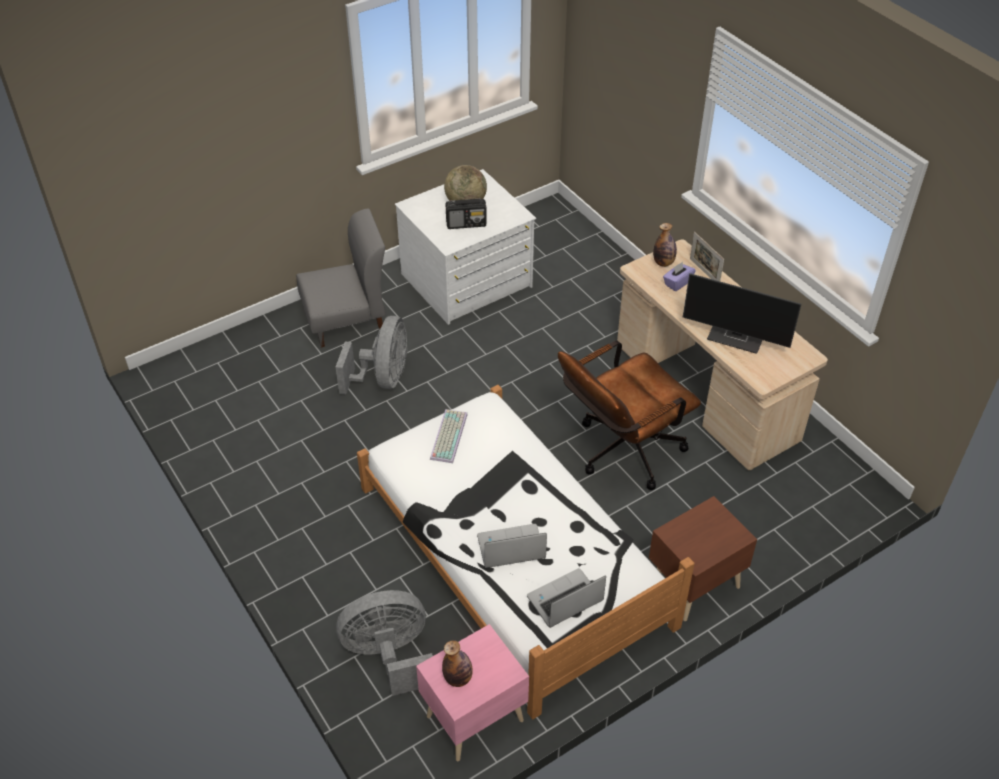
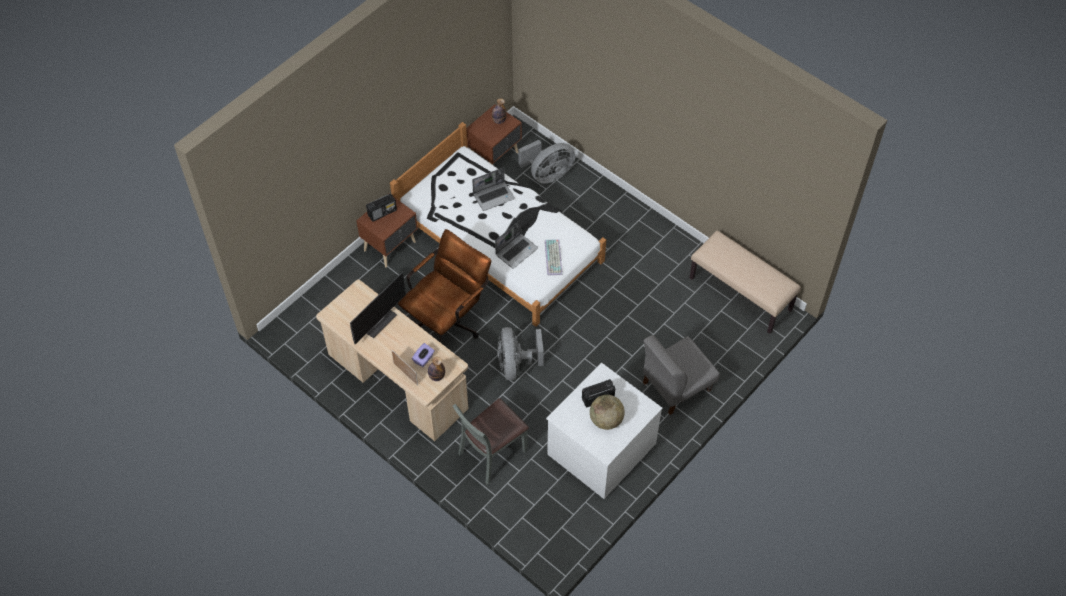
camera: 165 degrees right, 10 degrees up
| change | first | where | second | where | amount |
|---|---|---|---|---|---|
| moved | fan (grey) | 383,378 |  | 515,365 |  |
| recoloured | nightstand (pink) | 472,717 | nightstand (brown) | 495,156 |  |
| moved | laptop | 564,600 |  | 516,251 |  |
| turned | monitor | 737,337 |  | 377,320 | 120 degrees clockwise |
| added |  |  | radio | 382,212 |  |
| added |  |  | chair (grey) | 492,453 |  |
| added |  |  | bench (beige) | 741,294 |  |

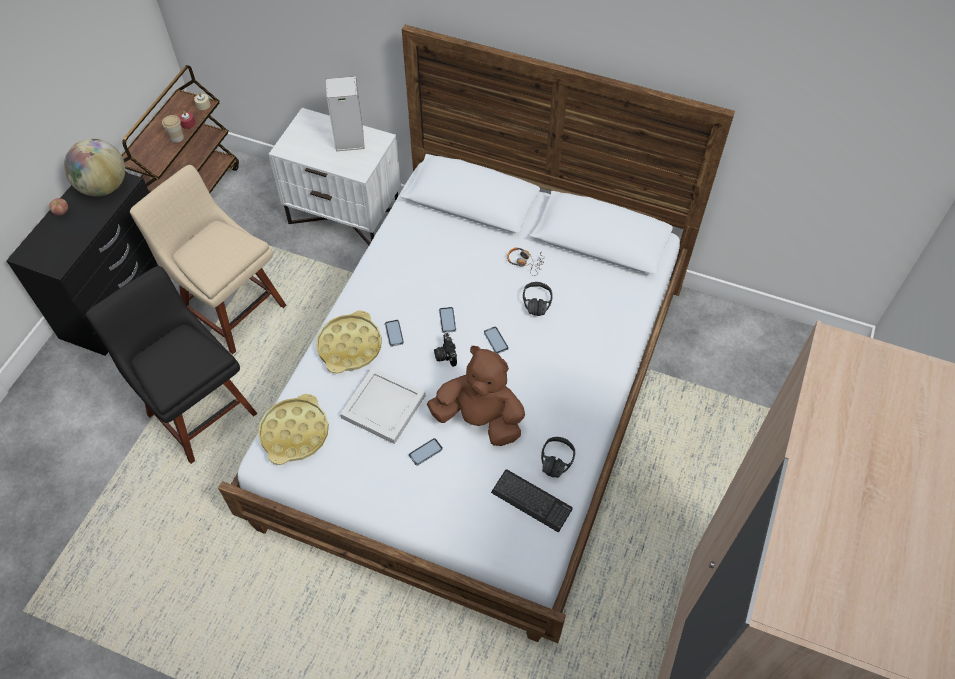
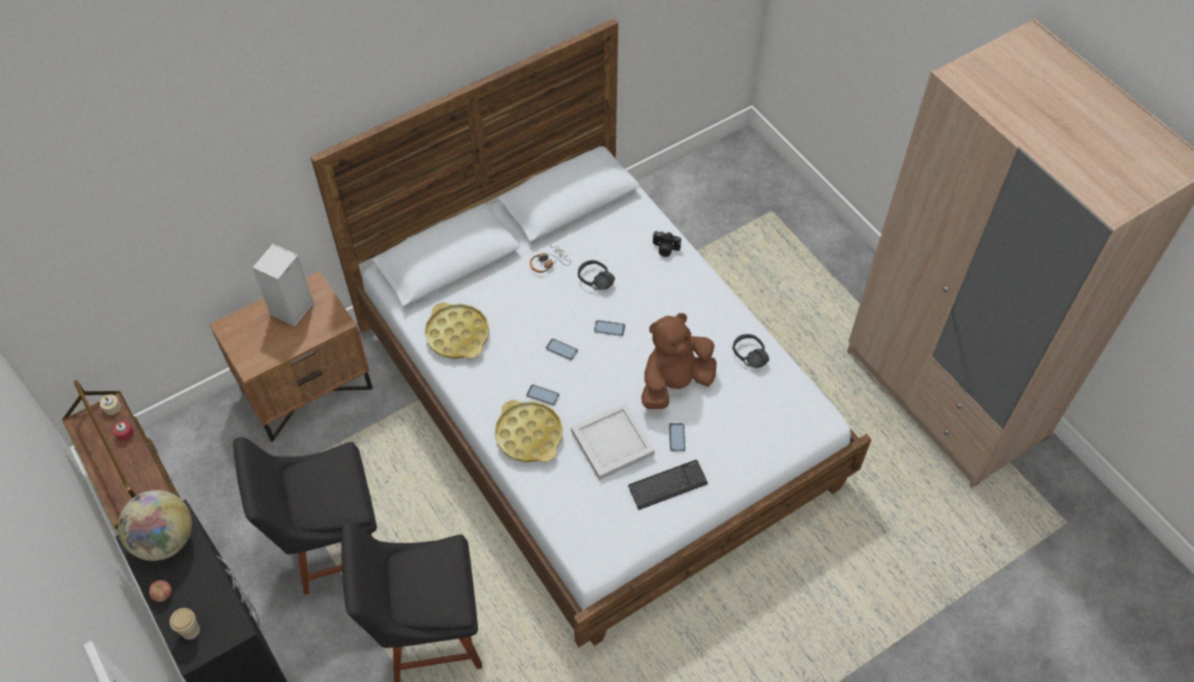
camera: 55 degrees left, 0 degrees up
| change | first | where | second | where | amount |
|---|---|---|---|---|---|
| recoloured | chair (beige) | 231,309 | chair (black) | 331,545 |  |
| moved | cup | 177,137 |  | 190,630 |  |
| moved | tray (yellow) | 295,433 |  | 457,335 |  |
| recoloured | nightstand (white) | 345,215 | nightstand (brown) | 307,388 |  |
| moved | photo camera | 445,355 |  | 665,249 |  |
| moved | keyboard | 531,501 |  | 667,485 |  |

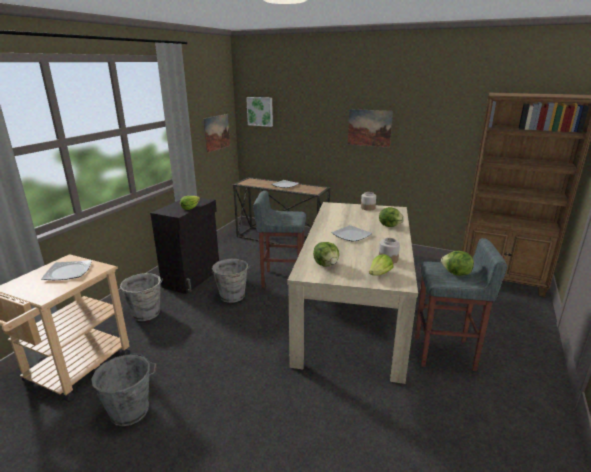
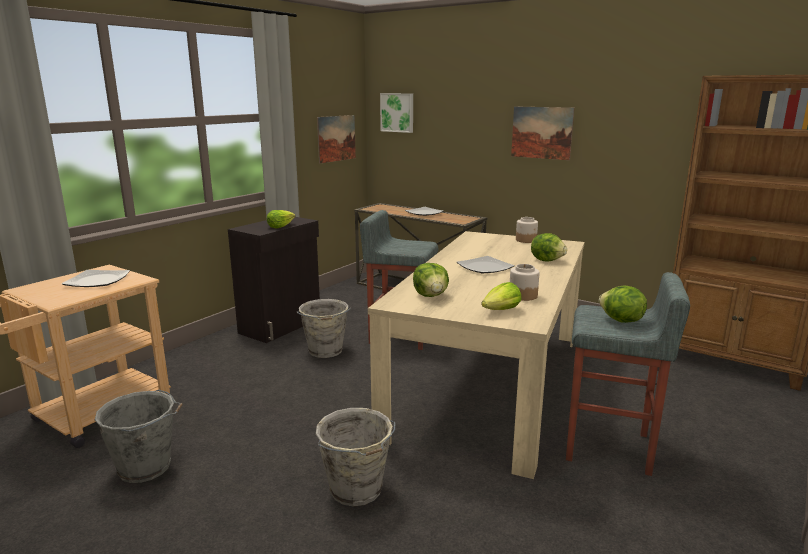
camera: 10 degrees right, 5 degrees down
| change | first | where | second | where | amount |
|---|---|---|---|---|---|
| moved | bucket (grey) | 146,314 |  | 357,490 |  |

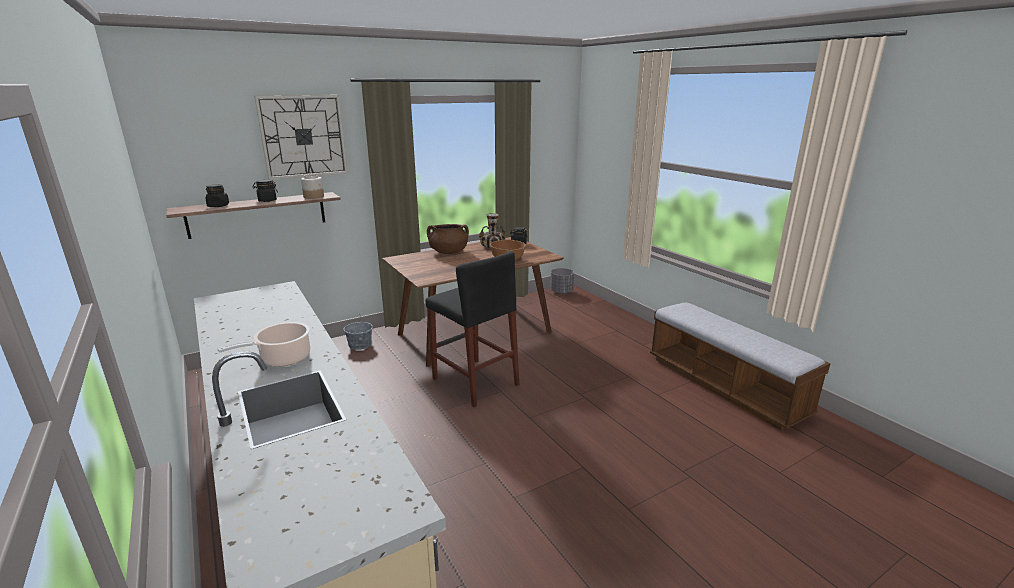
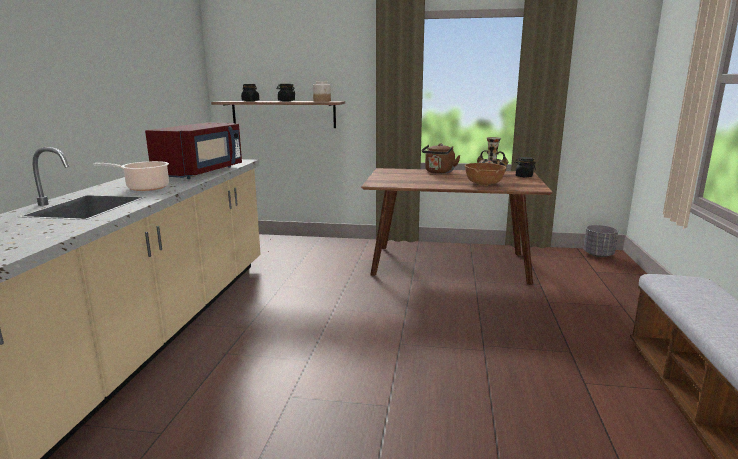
camera: 40 degrees right, 5 degrees down
| change | first | where | second | where | amount |
|---|---|---|---|---|---|
| removed | wall clock | 303,136 |  |  |  |
| removed | bucket (grey) | 360,345 |  |  |  |
| removed | stool (black) | 475,381 |  |  |  |
| replaced | cooking pot (brown) | 448,252 | kettle (brown) | 439,172 |  |
| added |  |  | microwave (red) | 202,172 |  |

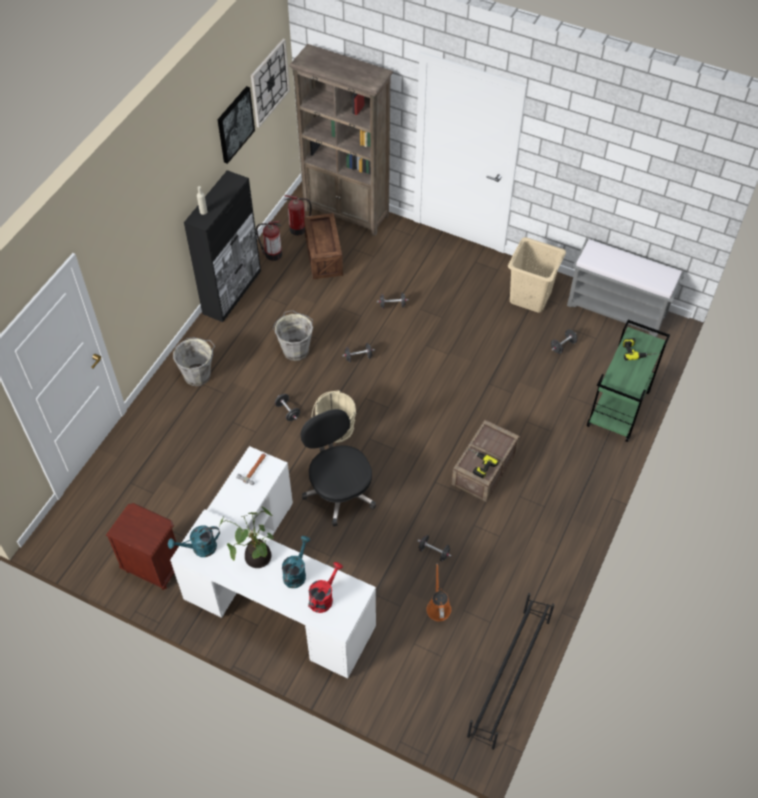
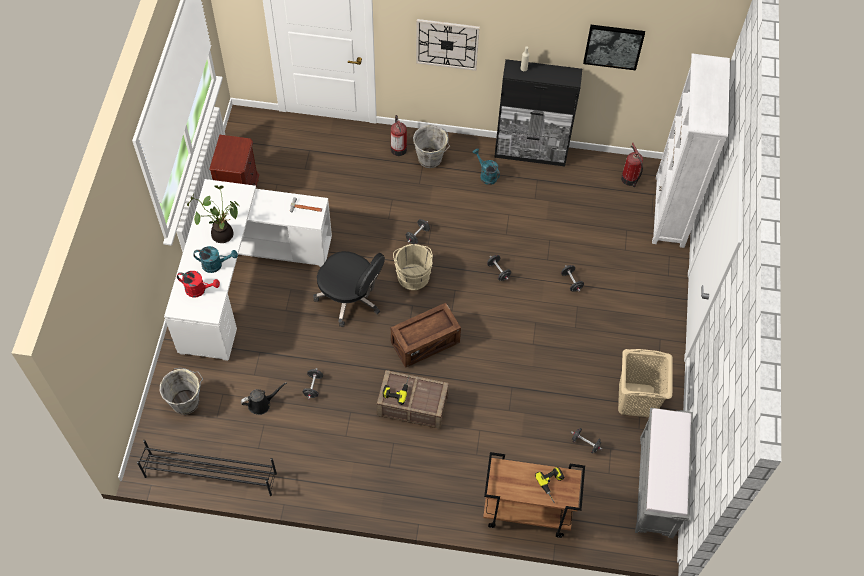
camera: 70 degrees right, 5 degrees up
| change | first | where | second | where | amount |
|---|---|---|---|---|---|
| moved | watering can (turquoise) | 200,549 |  | 486,175 |  |
| moved | wall clock | 269,83 |  | 447,44 |  |
| moved | fire extinguisher | 272,254 |  | 398,148 |  |
| moved | bucket (grey) | 295,349 |  | 186,402 |  |
| recoloured | bookcase (brown) | 346,213 | bookcase (white) | 669,211 |  |
| turned | office chair (black) | 339,491 |  | 350,298 | 75 degrees clockwise |
| moved | crate | 324,256 |  | 425,343 |  |
| recoloured | watering can (orange) | 438,606 | watering can (black) | 261,403 |  |
| recoloured | cart (green) | 618,409 | cart (brown) | 526,512 |  |

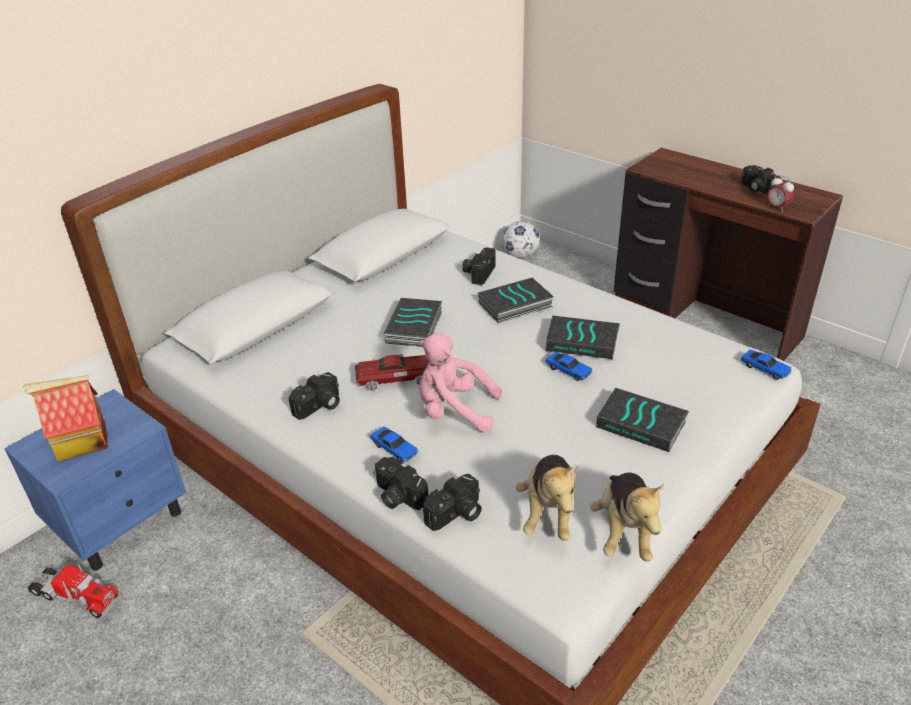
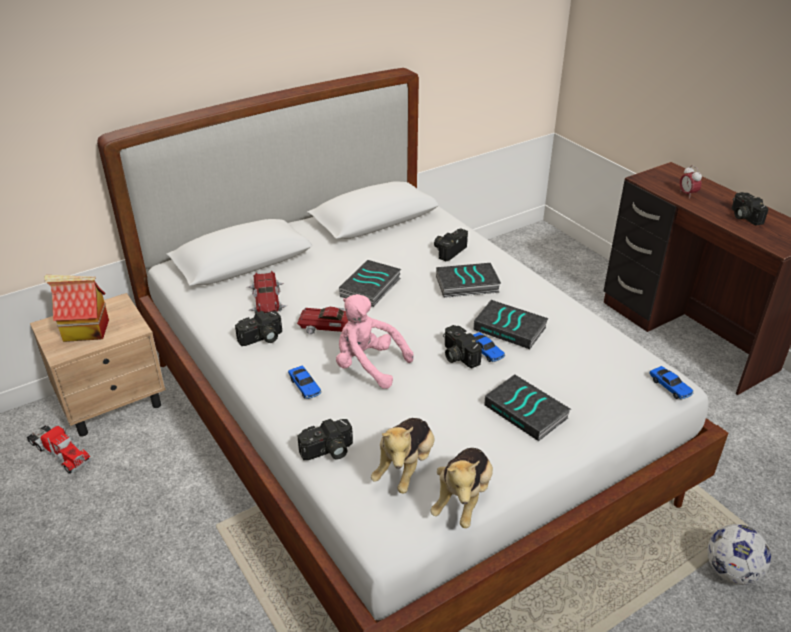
camera: 15 degrees right, 0 degrees up
| change | first | where | second | where | amount |
|---|---|---|---|---|---|
| recoloured | nightstand (blue) | 121,521 | nightstand (beige) | 113,402 |  |
| moved | photo camera | 397,496 |  | 457,356 |  |
| moved | football | 520,256 |  | 731,572 |  |
| moved | alarm clock | 777,208 |  | 687,194 |  |
| added |  |  | toy car | 267,299 |  |

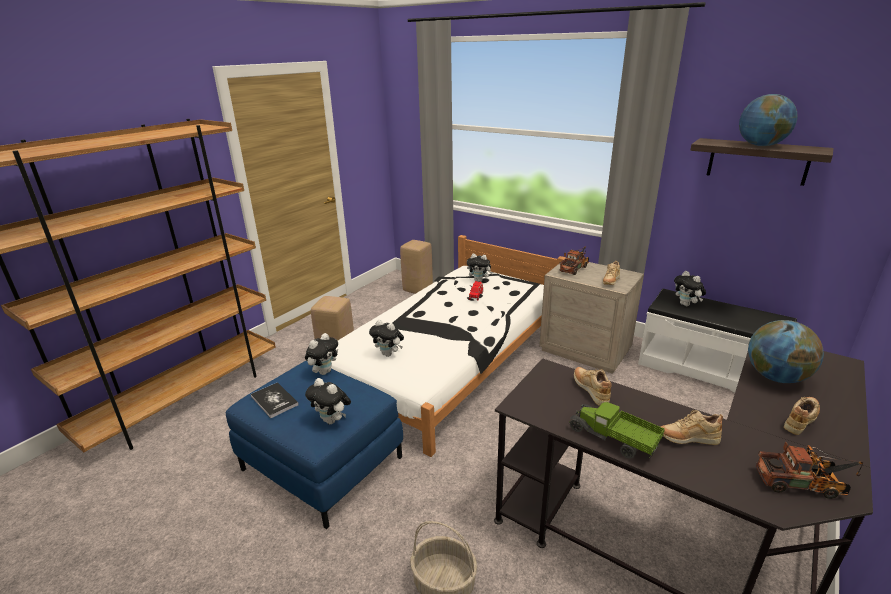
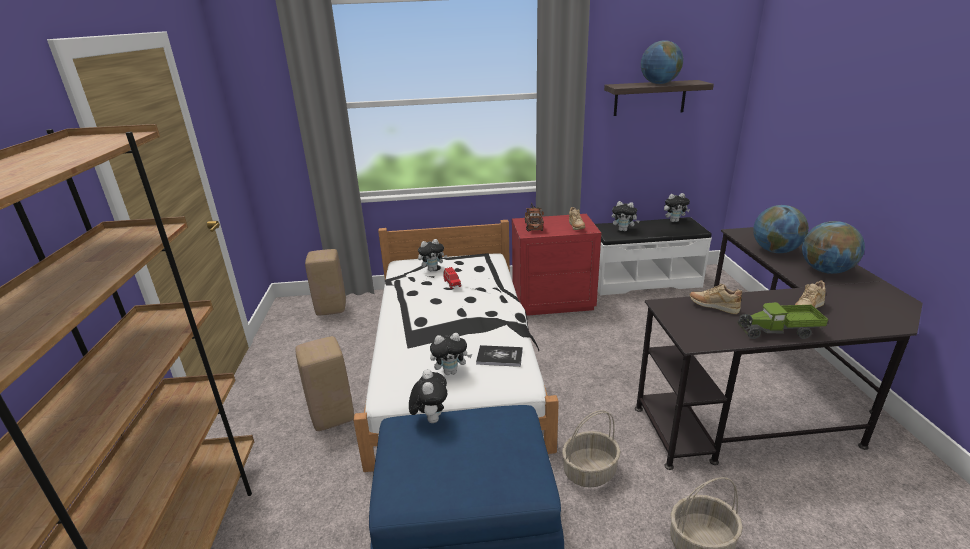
camera: 40 degrees left, 0 degrees up
| change | first | where | second | where | amount |
|---|---|---|---|---|---|
| moved | book | 274,400 |  | 499,357 |  |
| moved | plush toy | 332,420 |  | 674,221 |  |
| recoloured | nightstand (beige) | 585,350 | nightstand (red) | 552,300 |  |
| removed | toy truck | 804,484 |  |  |  |
| replaced | shoe (beige) | 801,421 | globe | 825,270 |  |
| added |  |  | basket | 589,471 |  |

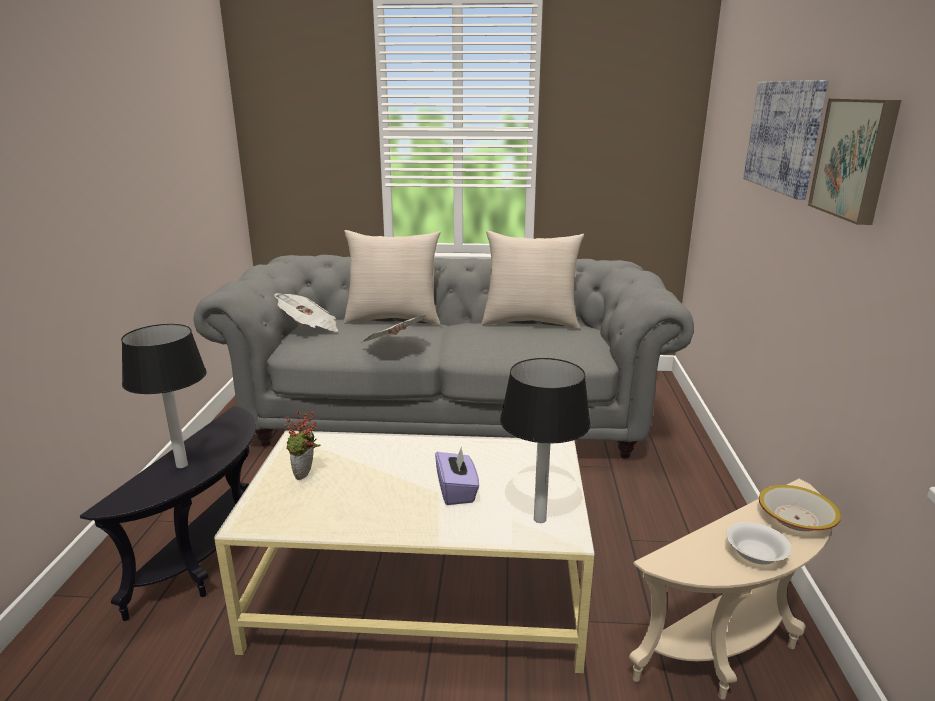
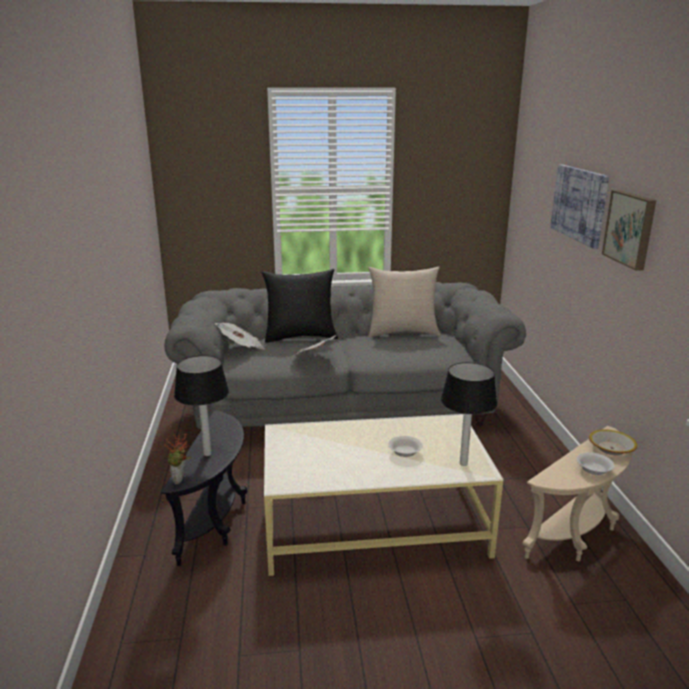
camera: 10 degrees left, 0 degrees up
| change | first | where | second | where | amount |
|---|---|---|---|---|---|
| moved | potted plant | 305,475 |  | 180,480 |  |
| recoloured | pillow (beige) | 393,319 | pillow (black) | 300,336 |  |
| replaced | tissue box (purple) | 457,491 | bowl (white) | 404,452 |  |

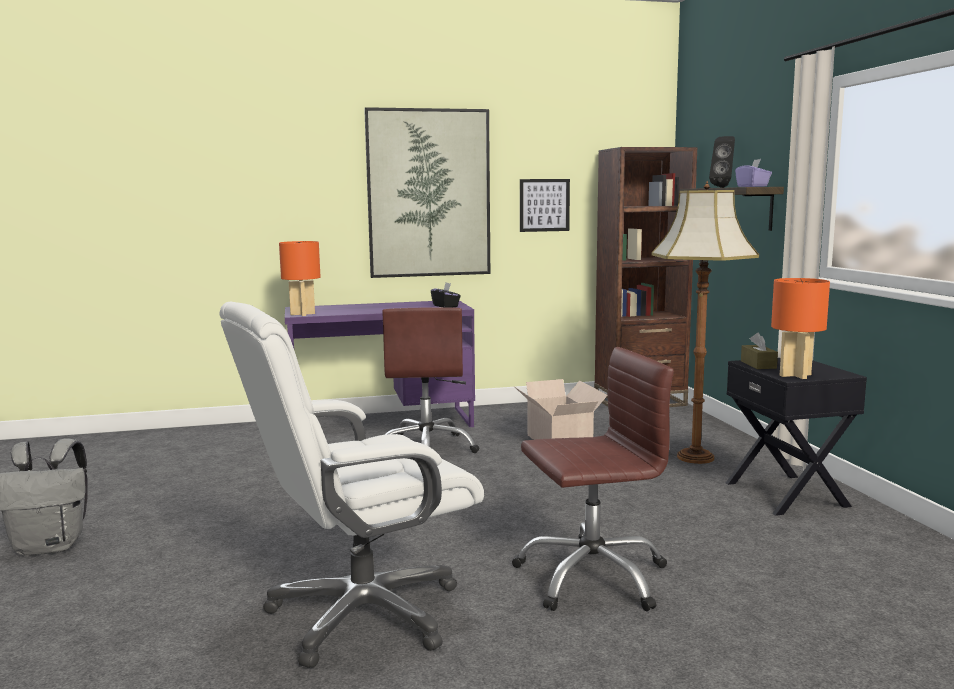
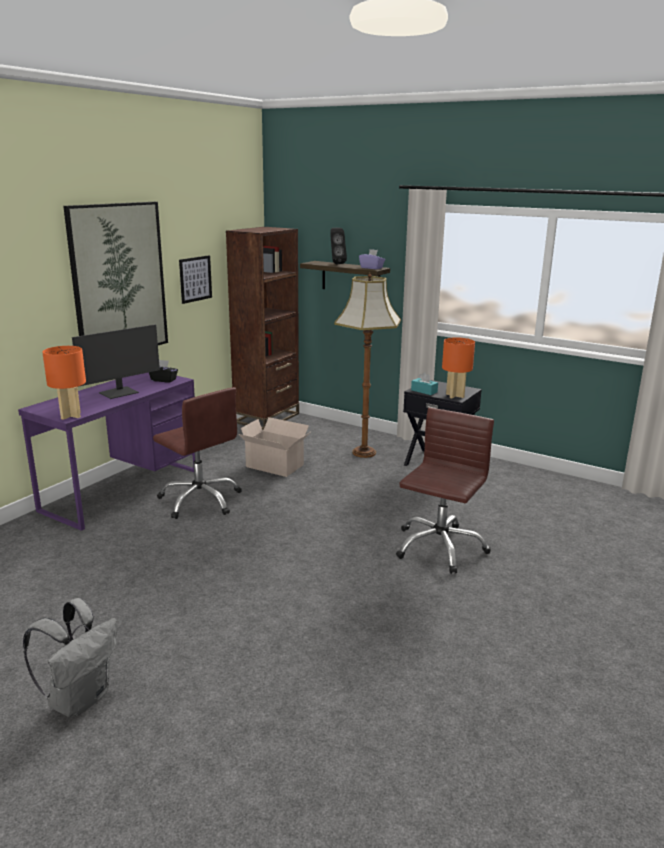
camera: 45 degrees left, 10 degrees up
| change | first | where | second | where | amount |
|---|---|---|---|---|---|
| removed | office chair (white) | 362,614 |  |  |  |
| recoloured | tissue box (brown) | 758,364 | tissue box (turquoise) | 424,391 |  |
| added |  |  | monitor | 119,393 |  |

